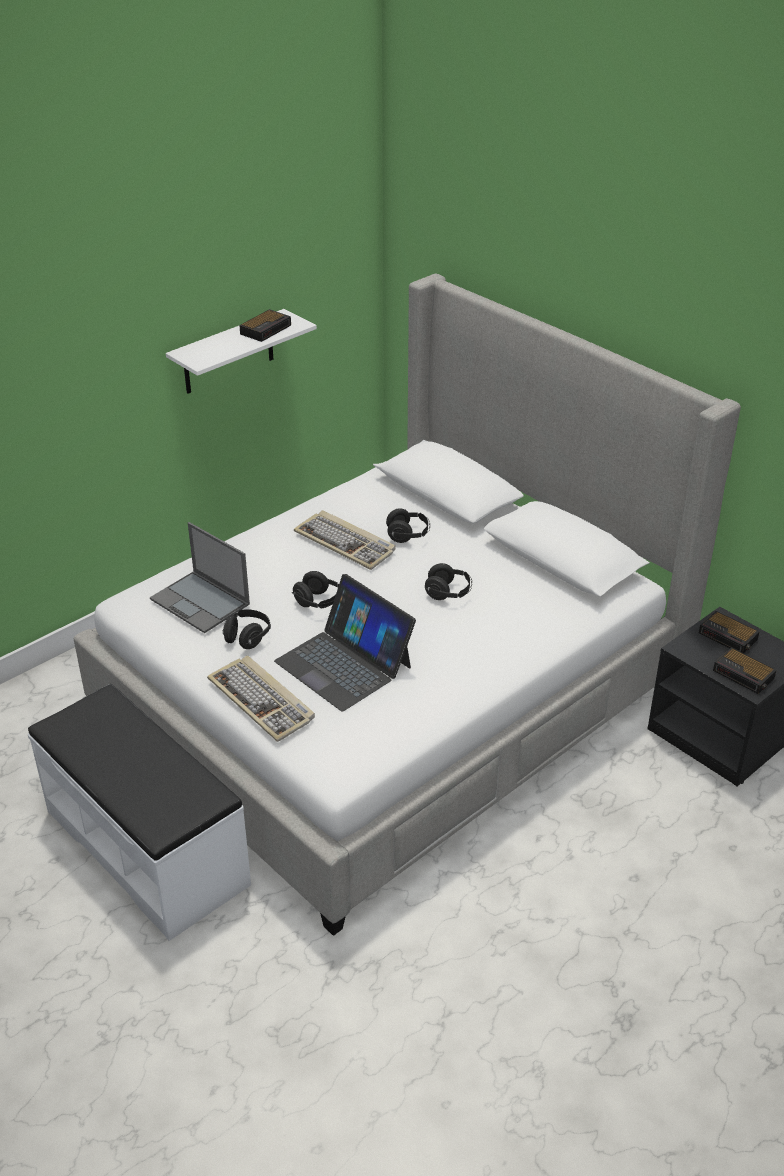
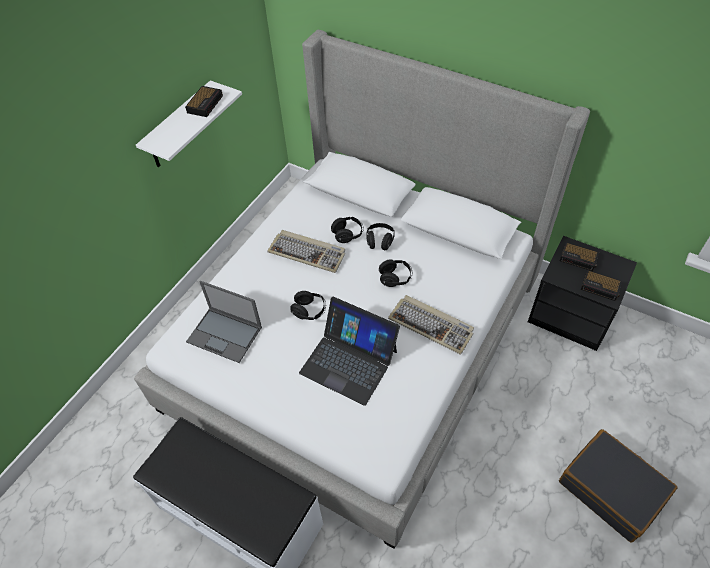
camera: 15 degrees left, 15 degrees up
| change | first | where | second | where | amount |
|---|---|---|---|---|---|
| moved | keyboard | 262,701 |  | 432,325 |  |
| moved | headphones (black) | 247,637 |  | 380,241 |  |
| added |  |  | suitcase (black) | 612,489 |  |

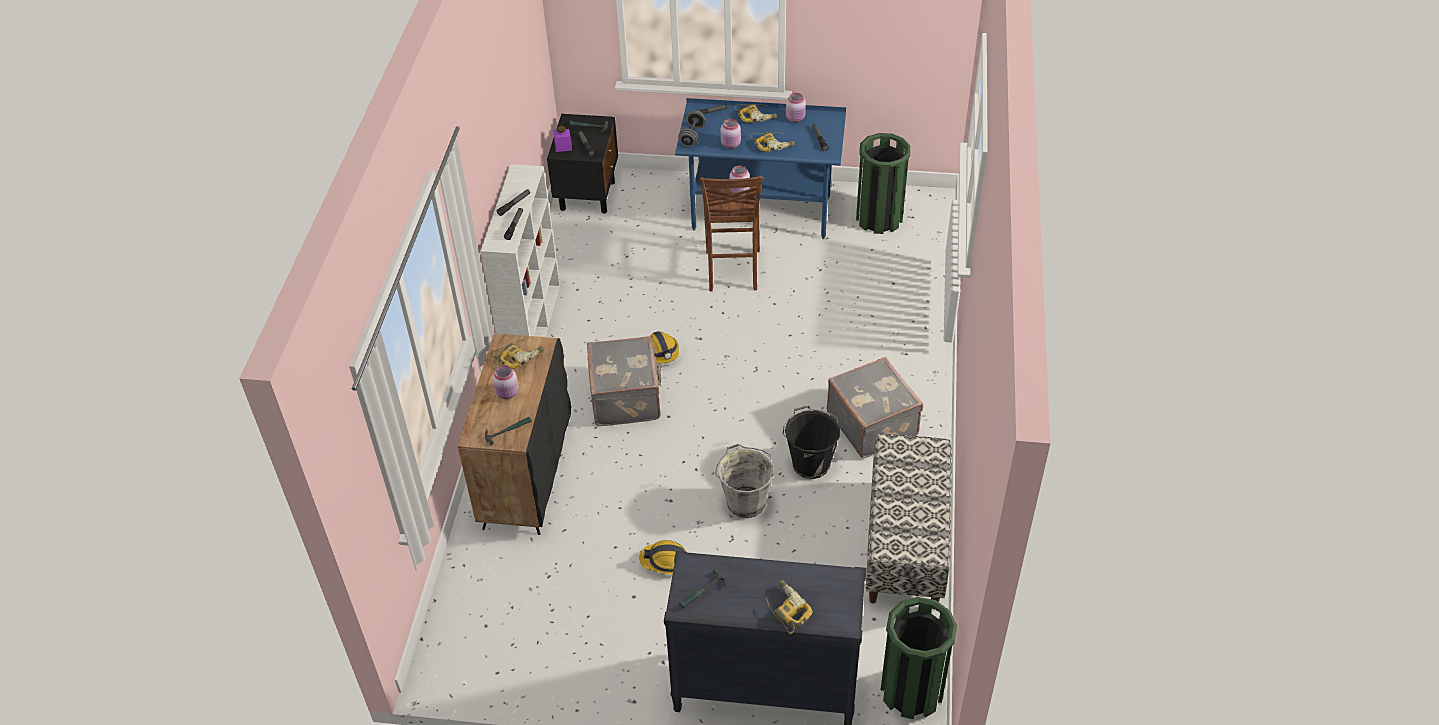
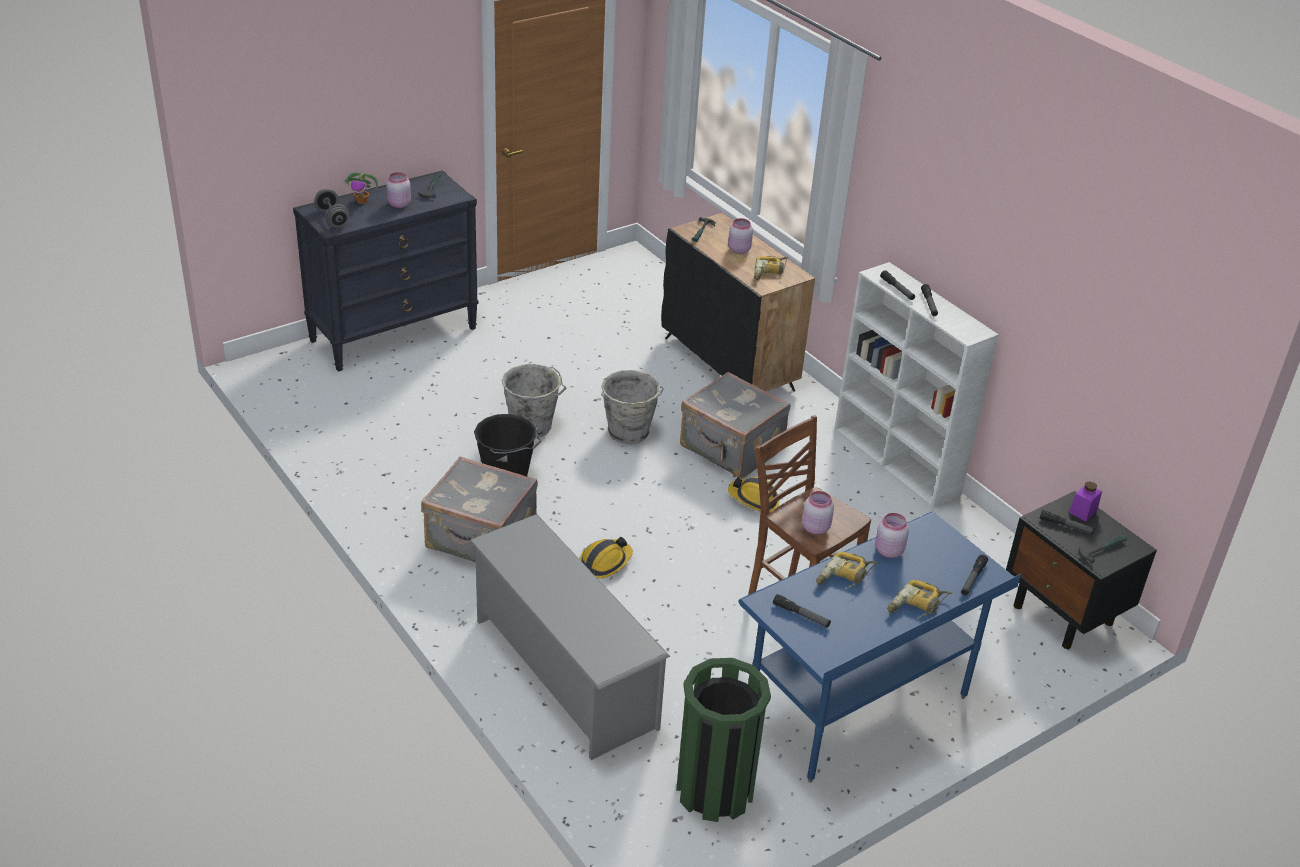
camera: 135 degrees right, 10 degrees down
| change | first | where | second | where | amount |
|---|---|---|---|---|---|
| moved | hard hat | 665,561 |  | 605,562 |  |
| moved | dumbbell (grey) | 692,136 |  | 332,218 |  |
| replaced | power drill | 786,609 | potted plant | 362,201 |  |
| moved | jar (pink) | 796,118 |  | 398,204 |  |
| removed | bench | 906,543 |  |  |  |
| removed | trash can (green) | 911,690 |  |  |  |
| added |  |  | shoe rack (grey) | 563,672 |  |
| added |  |  | bucket (grey) | 629,433 |  |

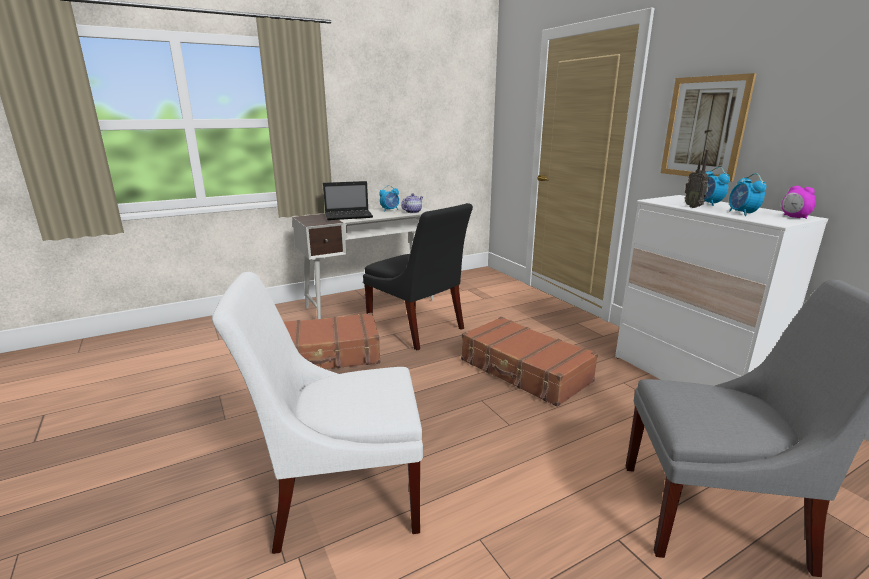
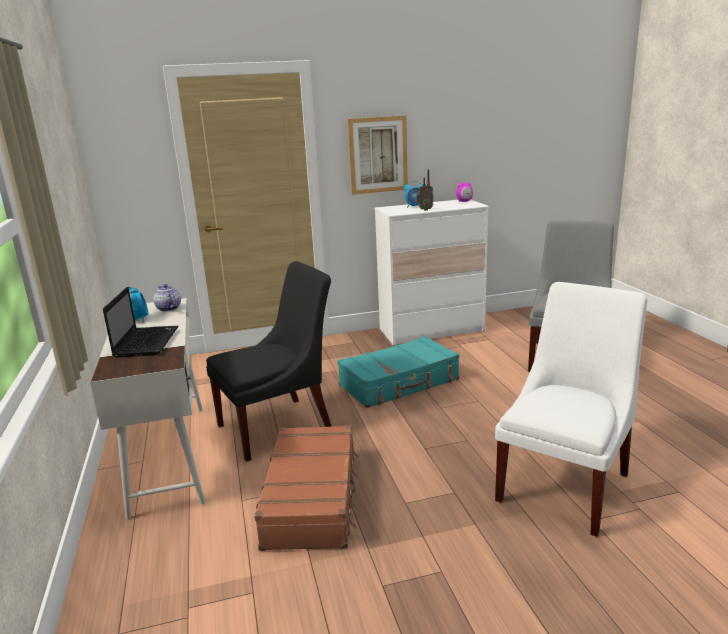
camera: 75 degrees left, 0 degrees up
| change | first | where | second | where | amount |
|---|---|---|---|---|---|
| turned | chair (white) | 339,495 |  | 566,483 | 150 degrees counterclockwise |
| recoloured | suitcase (brown) | 524,371 | suitcase (turquoise) | 400,383 |  |
| removed | alarm clock | 742,213 |  |  |  |

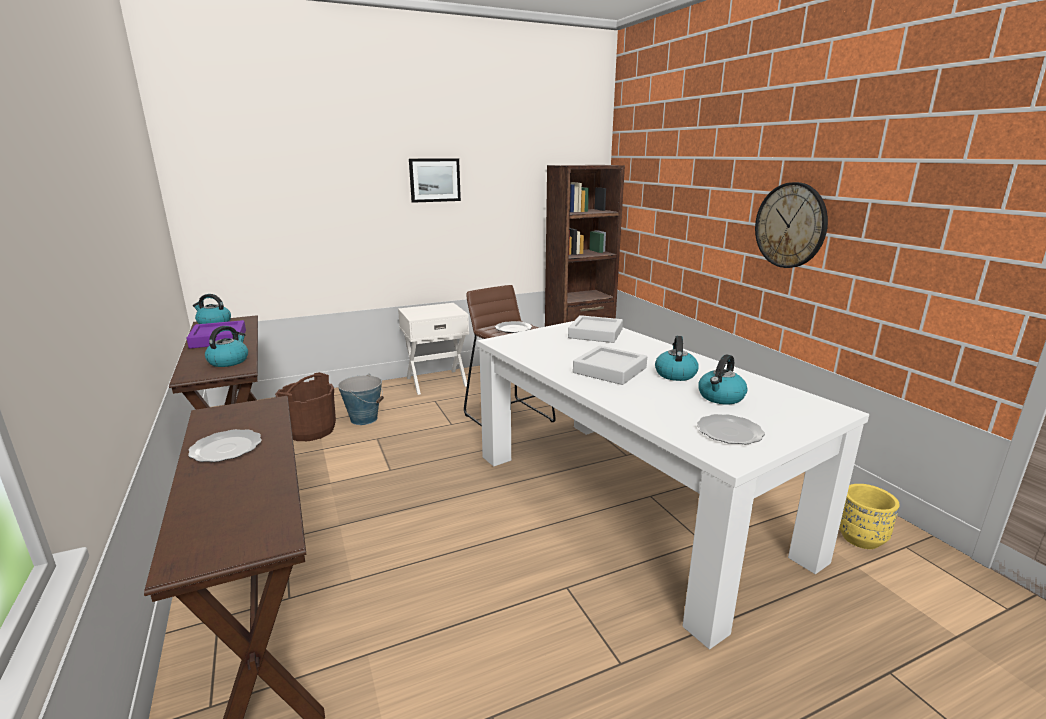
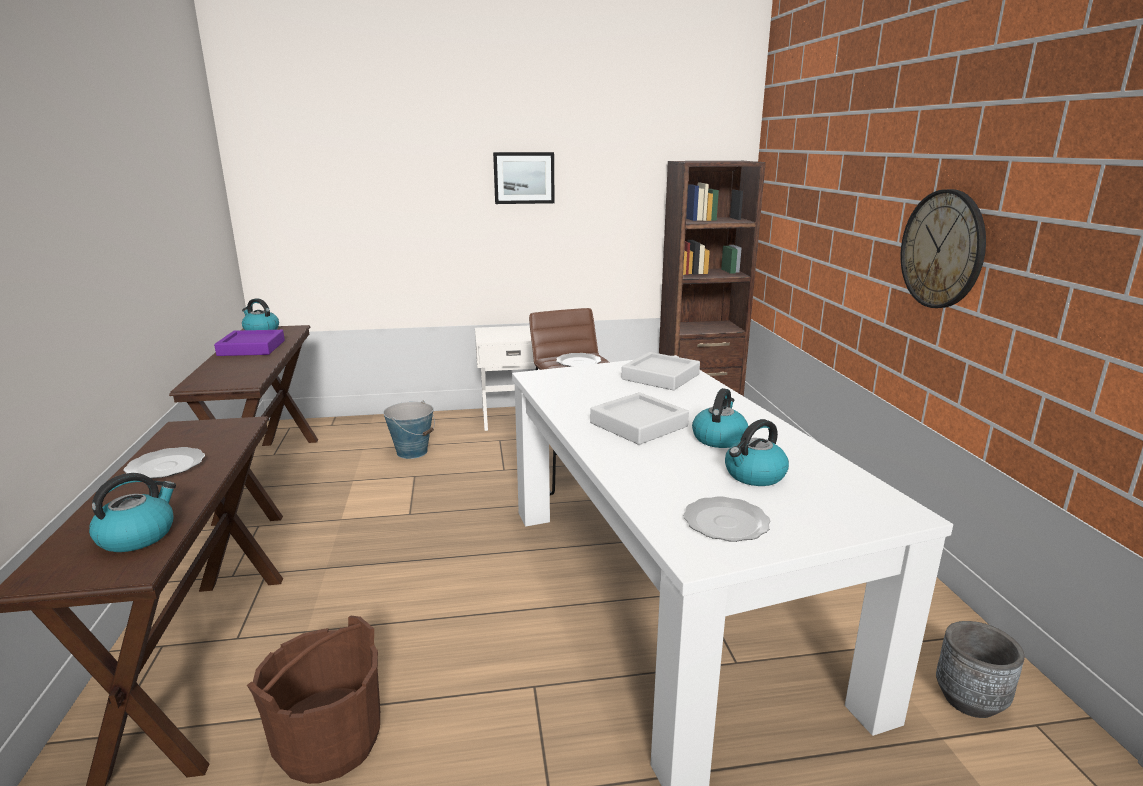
camera: 15 degrees right, 0 degrees up
| change | first | where | second | where | amount |
|---|---|---|---|---|---|
| moved | kettle | 229,361 |  | 138,536 |  |
| moved | bucket (brown) | 310,430 |  | 328,742 |  |
| recoloured | planter (yellow) | 860,538 | planter (grey) | 969,699 |  |

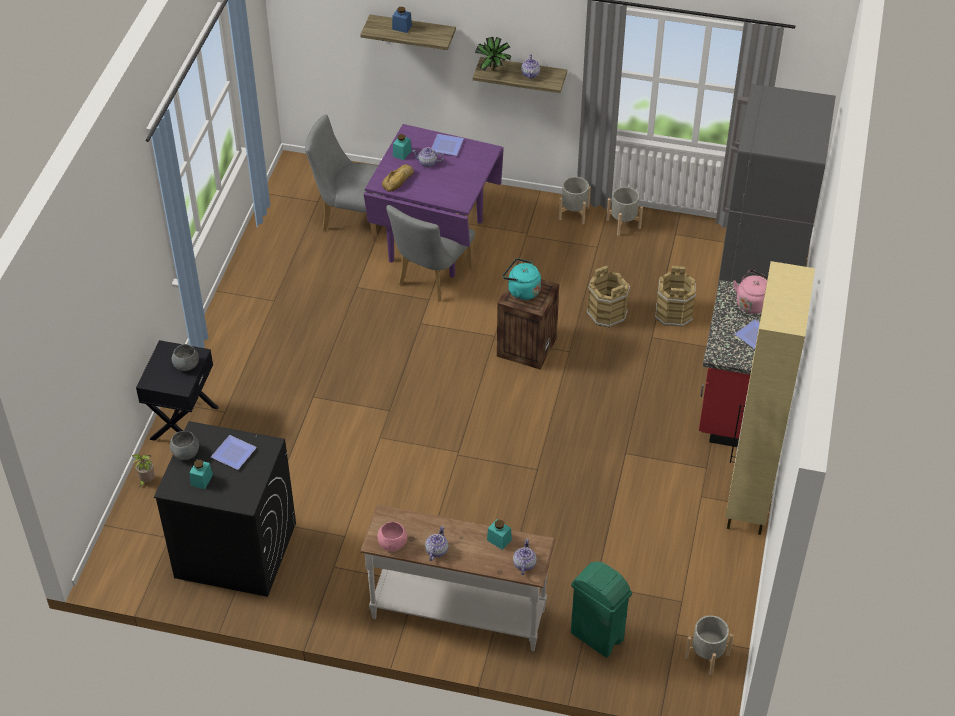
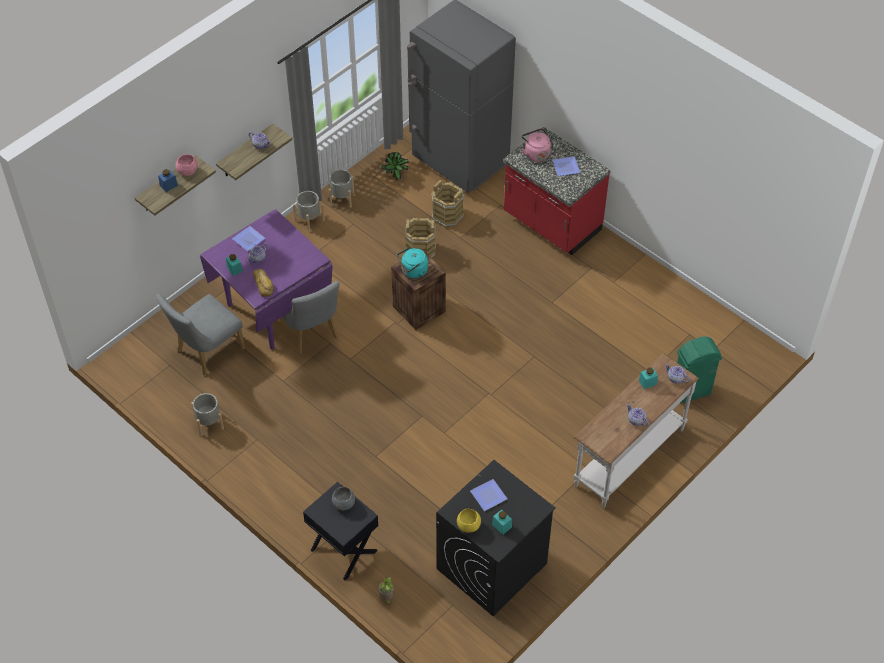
camera: 60 degrees left, 5 degrees up
| change | first | where | second | where | amount |
|---|---|---|---|---|---|
| recoloured | bowl (grey) | 186,453 | bowl (yellow) | 468,525 |  |
| moved | bowl (pink) | 392,544 |  | 187,171 |  |
| moved | potted plant | 494,71 |  | 396,176 |  |
| moved | planter (grey) | 707,655 |  | 209,423 |  |
| removed | cabinet (beige) | 748,501 |  |  |  |

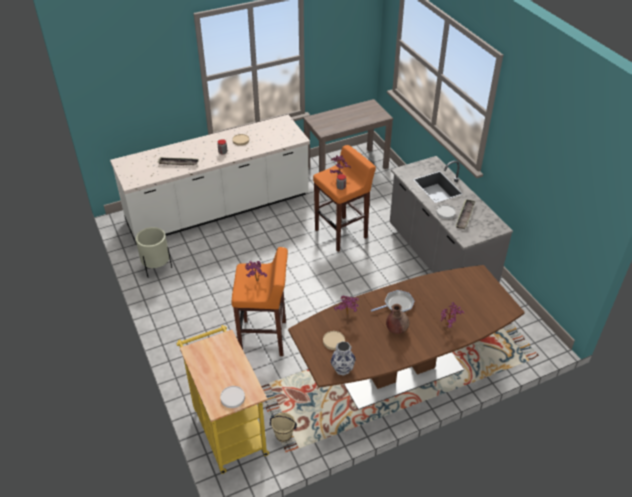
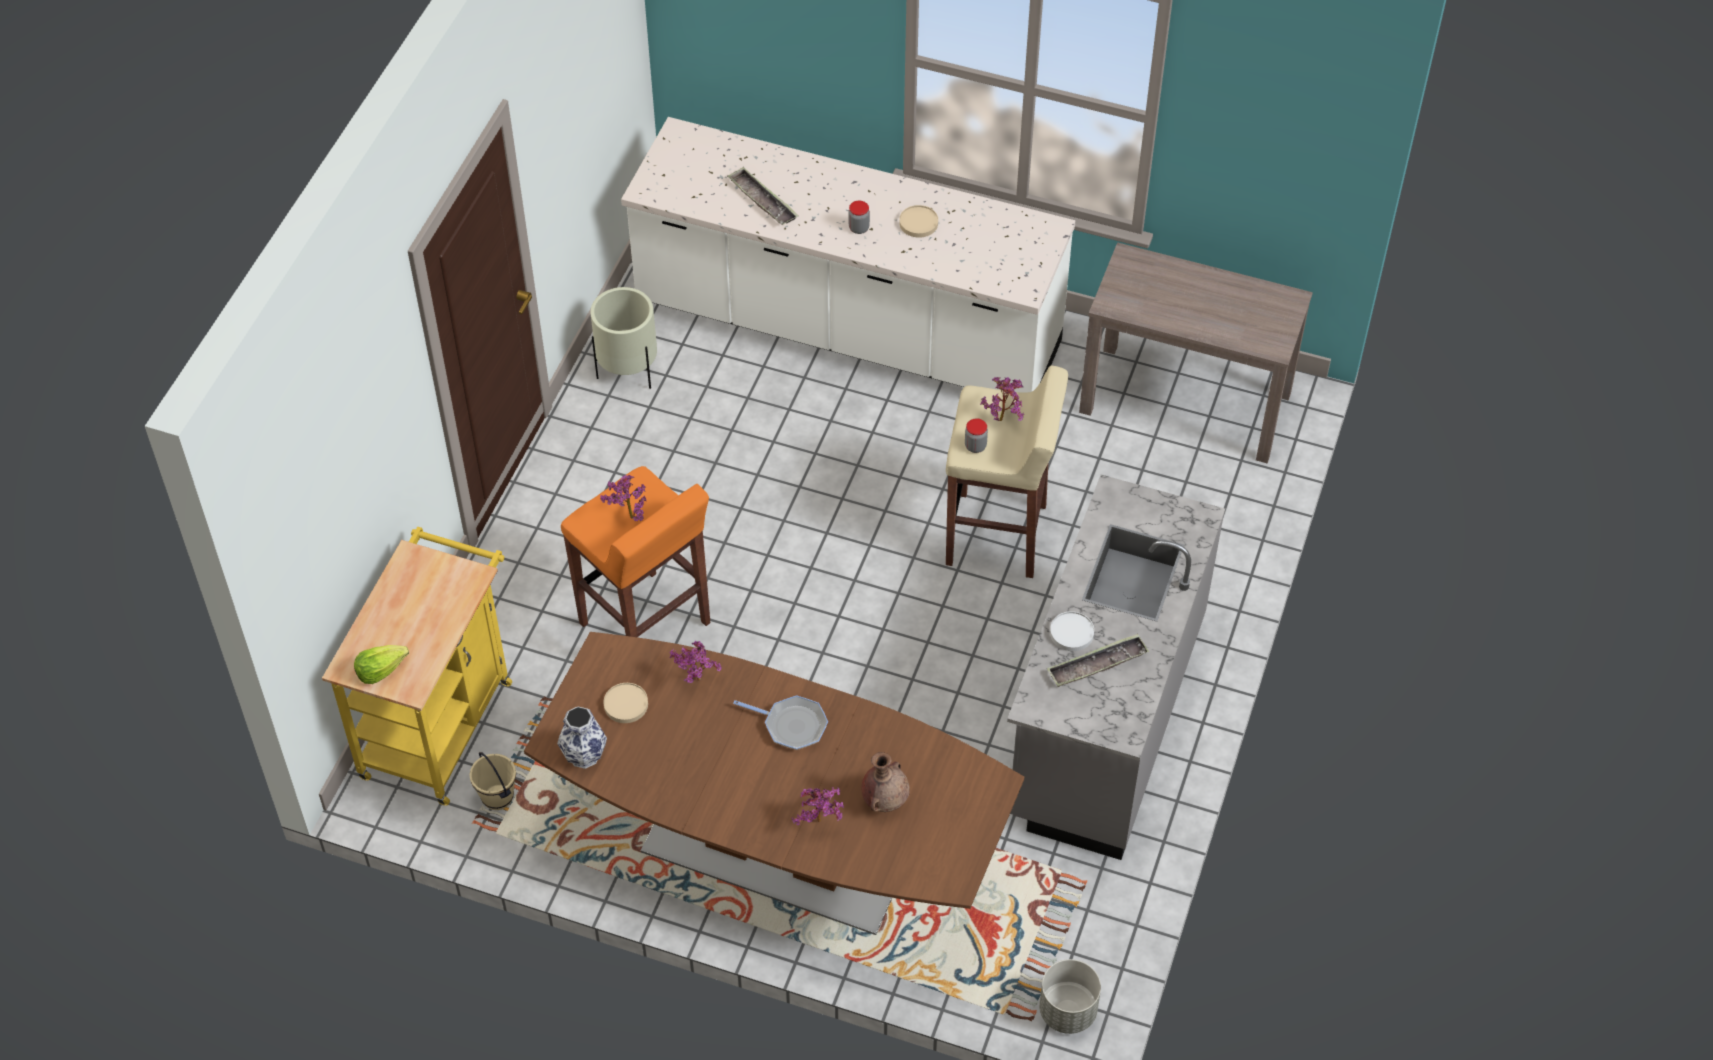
camera: 45 degrees right, 10 degrees up
| change | first | where | second | where | amount |
|---|---|---|---|---|---|
| replaced | plate (white) | 232,398 | lettuce | 380,670 |  |
| recoloured | stool (orange) | 342,233 | stool (beige) | 998,535 |  |
| moved | vase (brown) | 396,329 |  | 885,799 |  |
| added |  |  | planter (grey) | 1067,1011 |  |

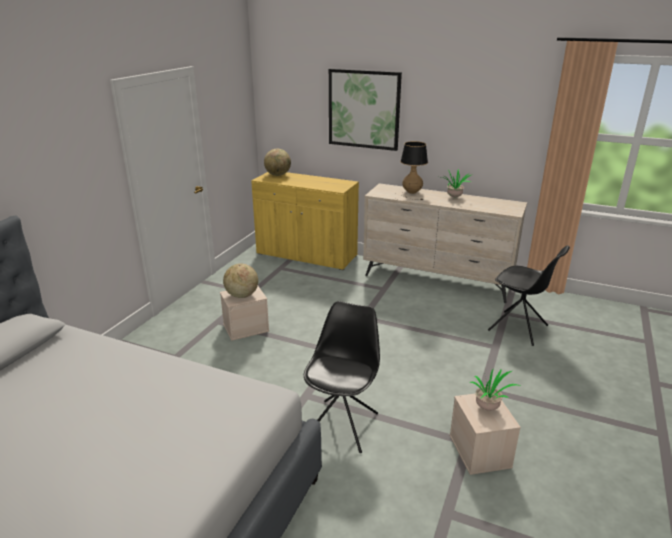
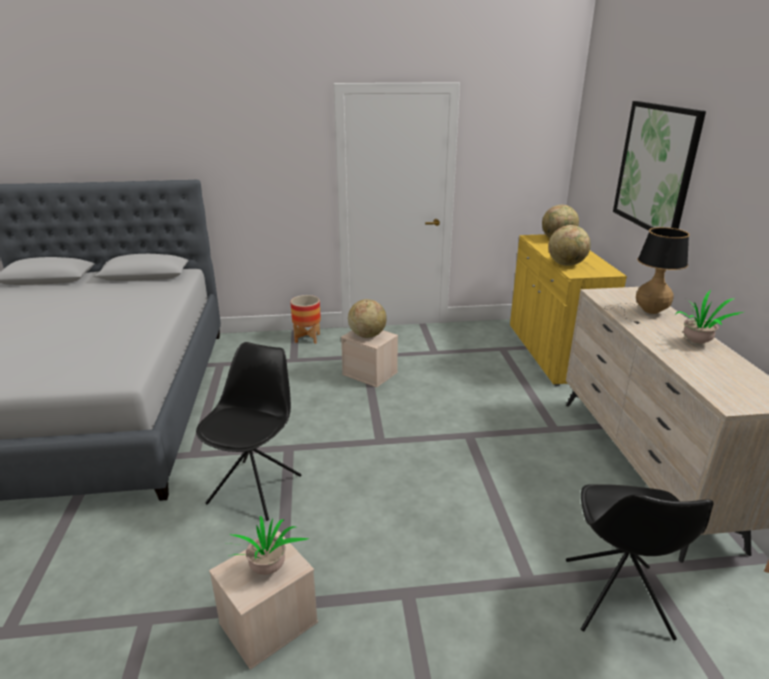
camera: 60 degrees right, 0 degrees up
| change | first | where | second | where | amount |
|---|---|---|---|---|---|
| turned | chair (black) | 342,424 |  | 256,488 | 60 degrees counterclockwise |
| added |  |  | planter | 307,338 |  |
| added |  |  | globe | 566,264 |  |

